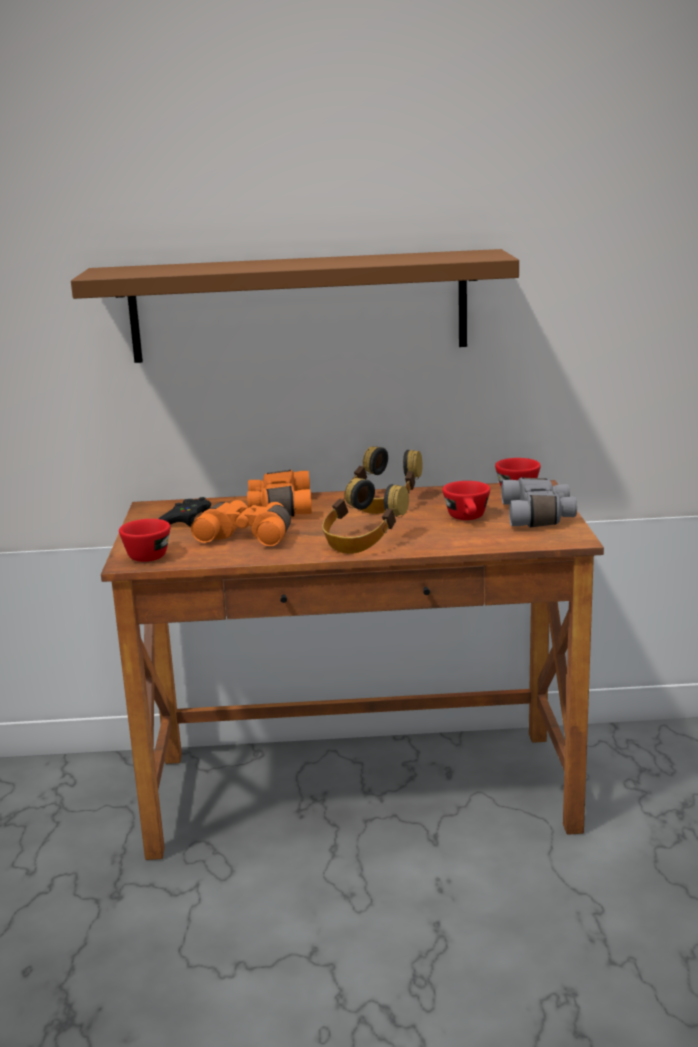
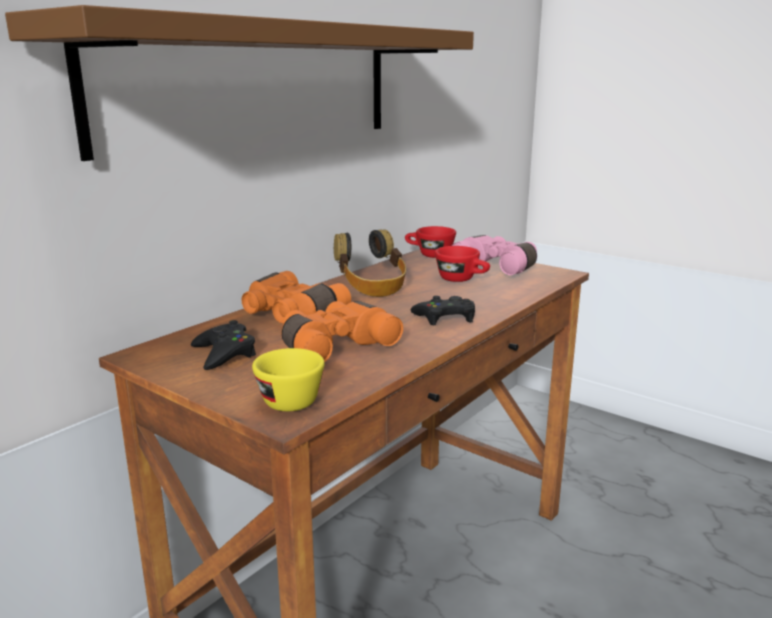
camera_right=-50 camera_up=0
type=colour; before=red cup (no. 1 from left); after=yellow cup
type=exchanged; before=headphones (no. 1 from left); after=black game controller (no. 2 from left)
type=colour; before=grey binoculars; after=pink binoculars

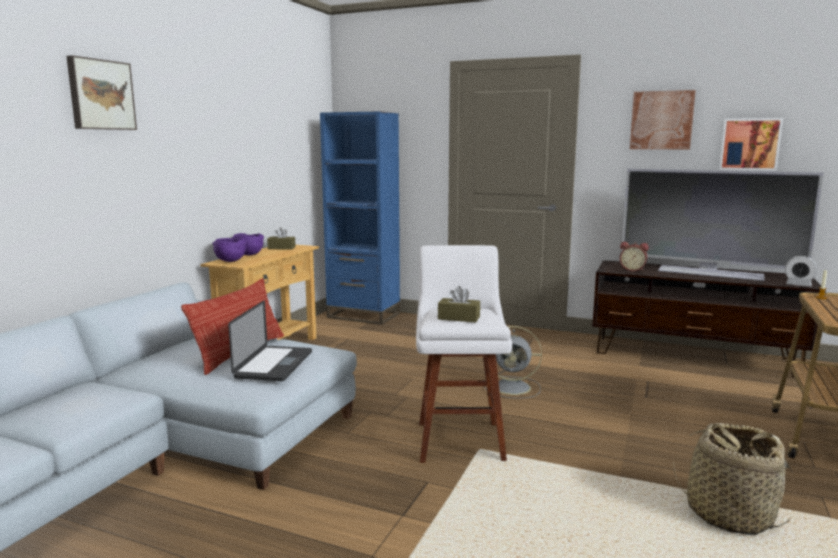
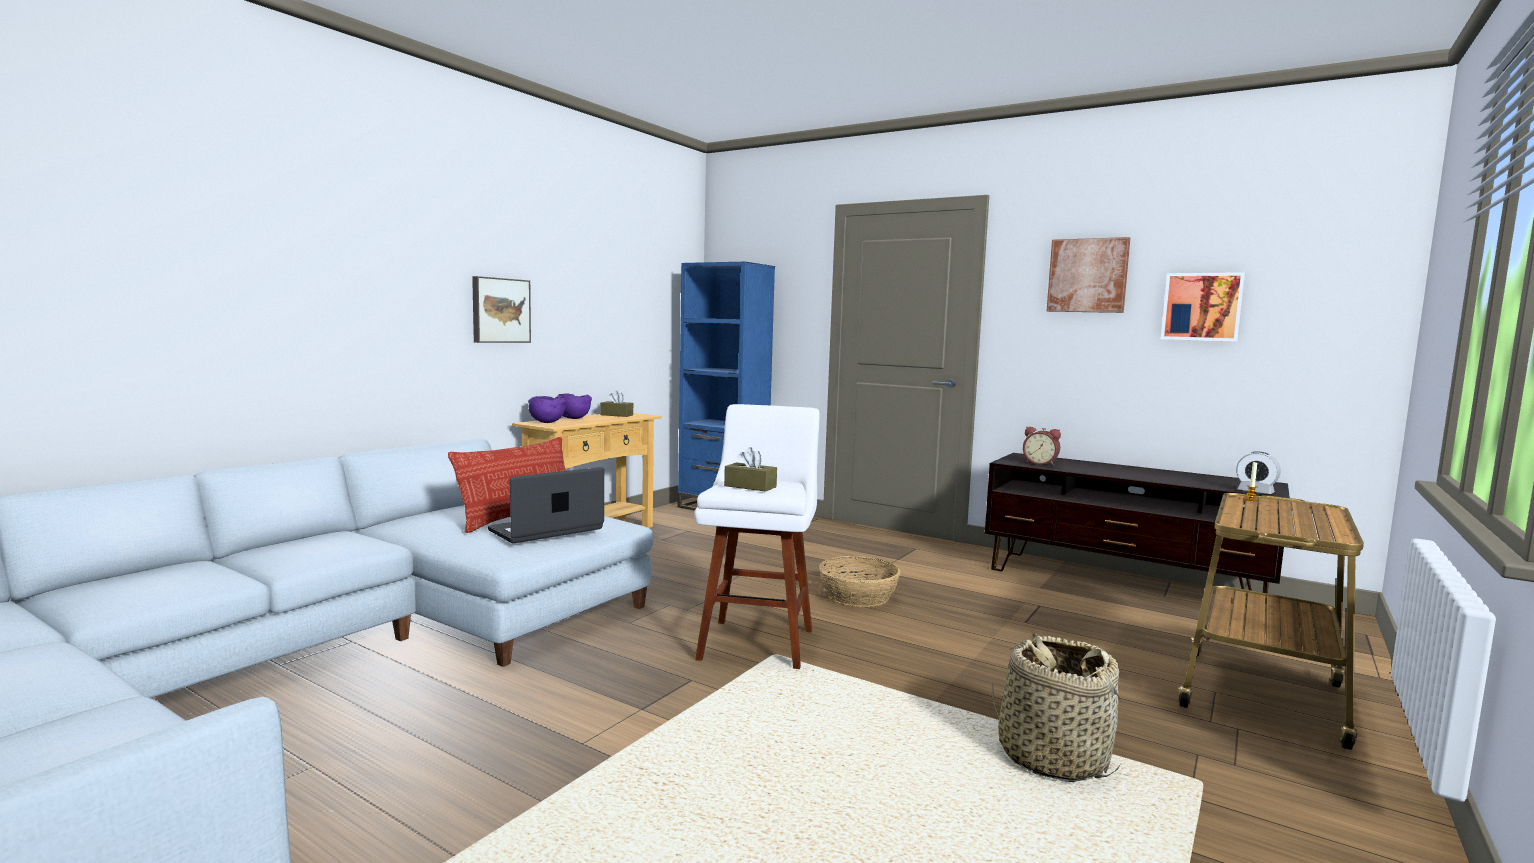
camera_right=10 camera_up=-5
type=relocated; before=picture (no. 1 from left)
type=spun; before=laptop; turn=-150
type=exchanged; before=grey fan; after=basket (no. 1 from left)
type=missing; before=television

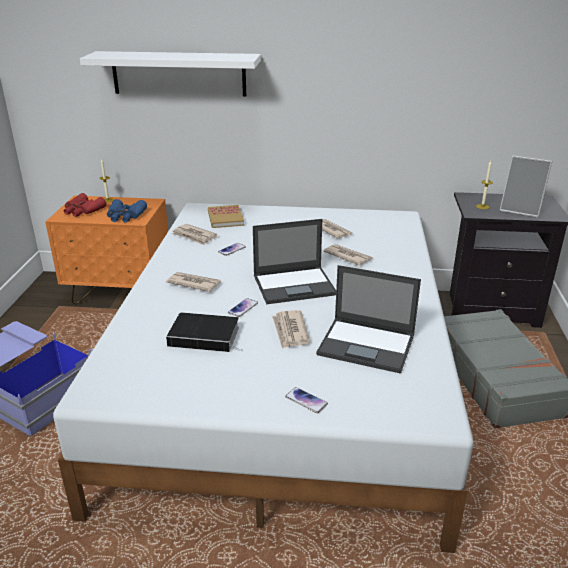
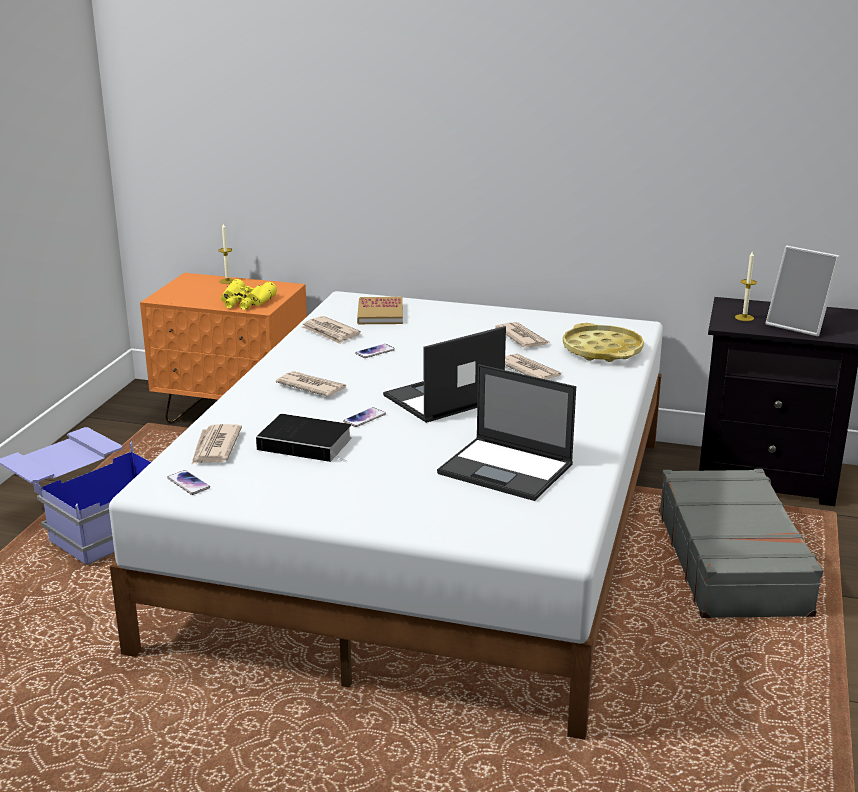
camera_right=10 camera_up=-5
type=relocated; before=phone (no. 3 from left in the first image); after=phone (no. 1 from left)
type=relocated; before=newspaper (no. 3 from left in the first image); after=newspaper (no. 1 from left)
type=colour; before=blue binoculars; after=yellow binoculars
type=spun; before=laptop (no. 1 from left); turn=150
type=appeared; after=yellow tray
type=missing; before=red binoculars
type=missing; before=white shelf

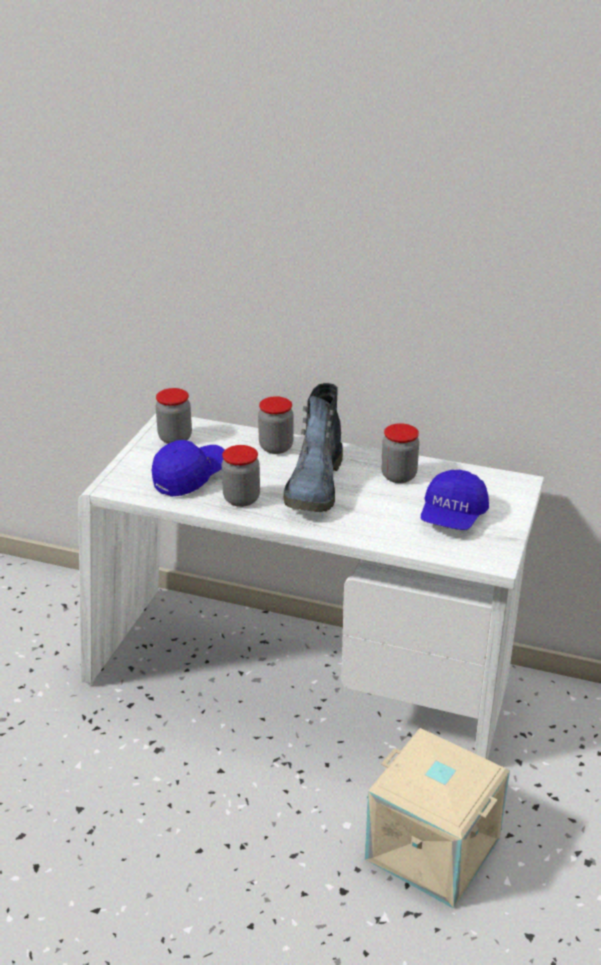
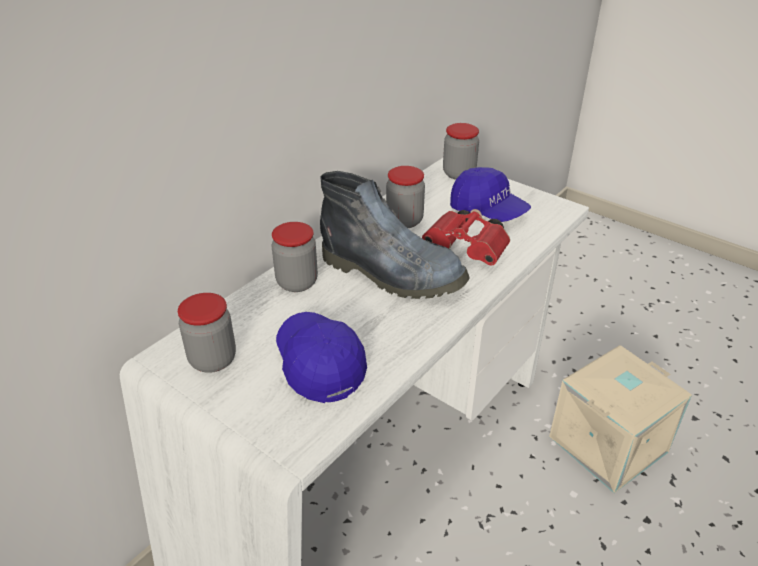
camera_right=-70 camera_up=5
type=appeared; after=red binoculars
type=relocated; before=jar (no. 2 from left in the first image); after=jar (no. 4 from left)

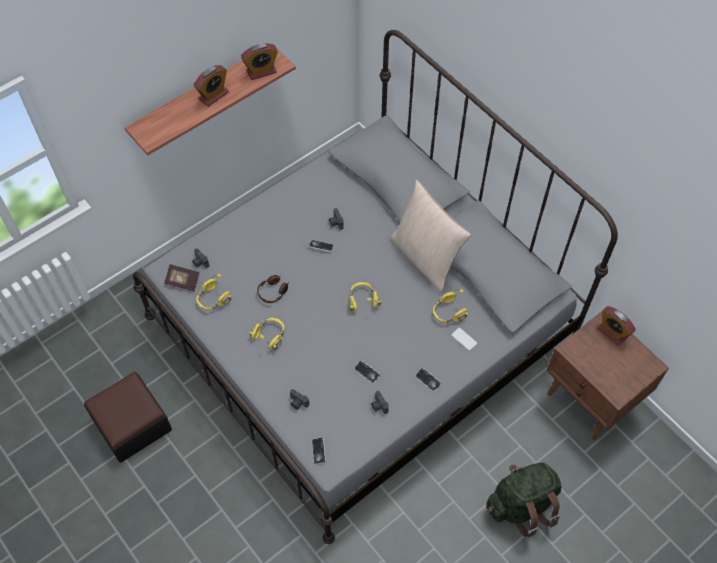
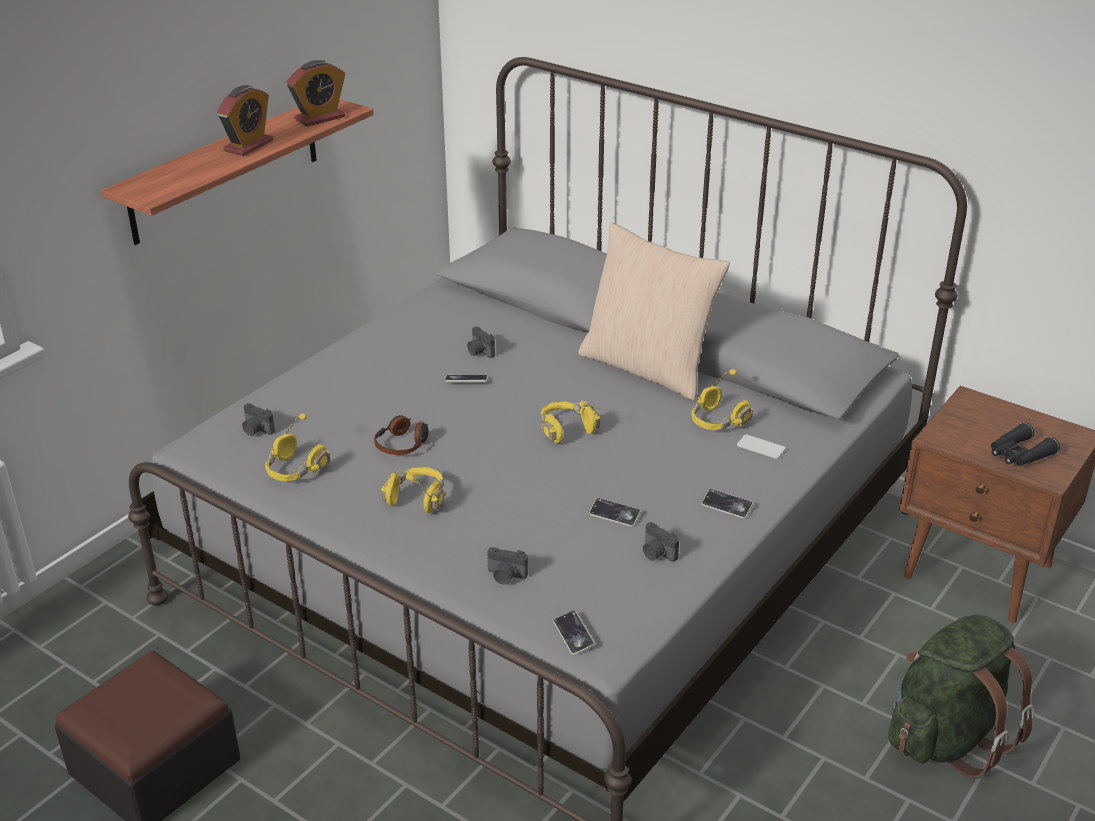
camera_right=-15 camera_up=-25
type=appeared; after=black binoculars
type=missing; before=book
type=missing; before=alarm clock (no. 3 from left)

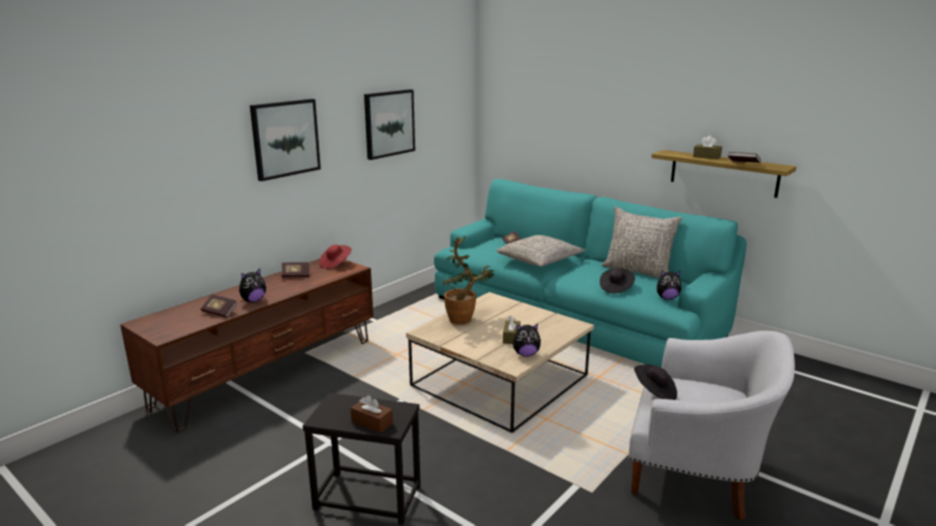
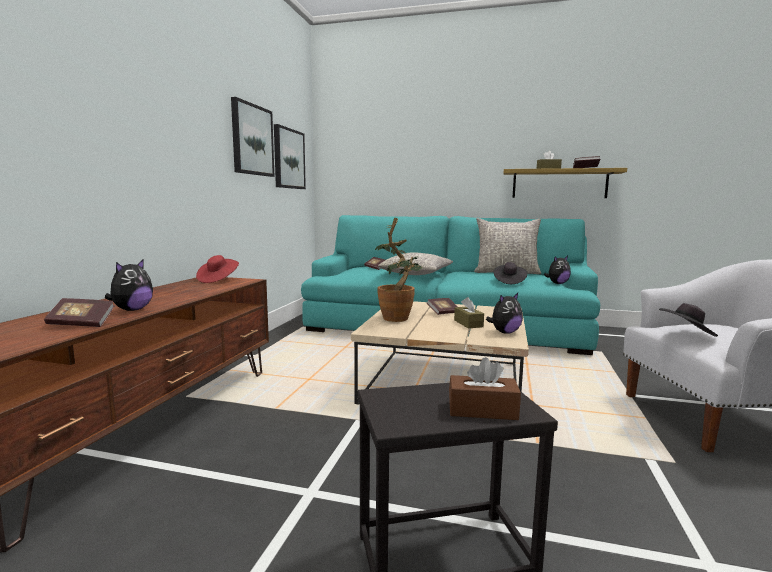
camera_right=-25 camera_up=-10
type=relocated; before=picture (no. 1 from left in the first image); after=picture (no. 2 from left)
type=relocated; before=book (no. 2 from left in the first image); after=book (no. 3 from left)

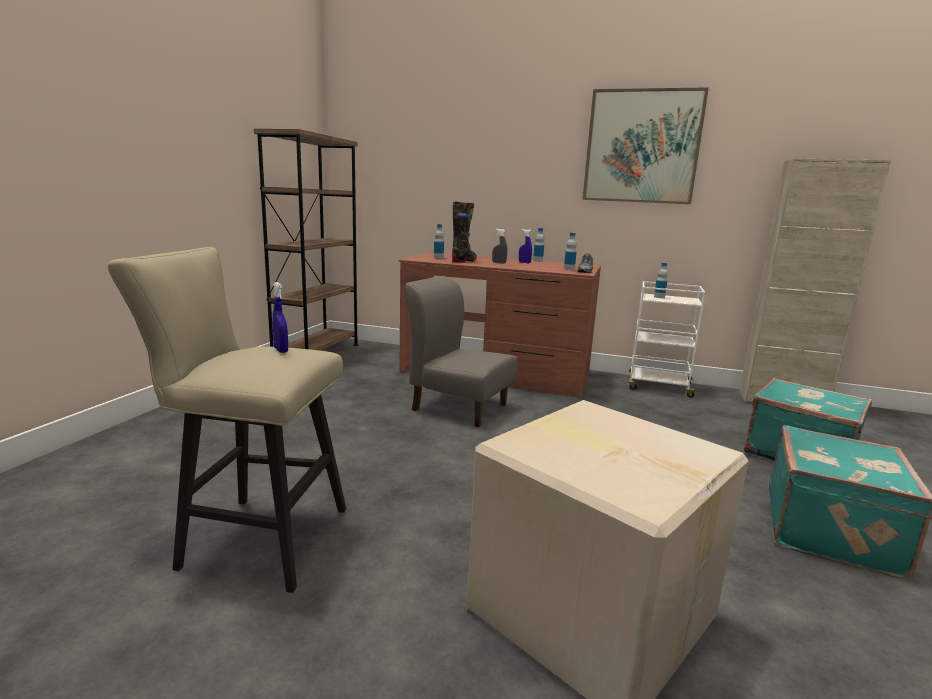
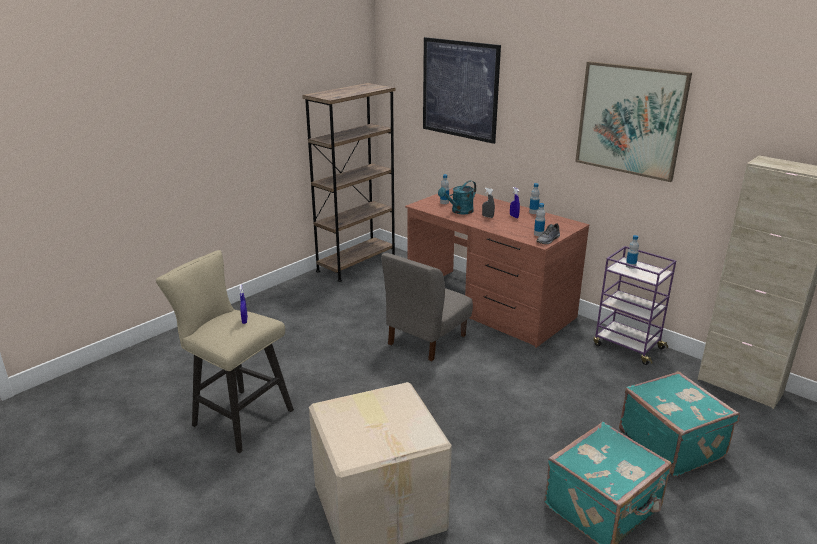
camera_right=25 camera_up=10
type=spun; before=grey chair; turn=-105
type=appeared; after=picture (no. 1 from left)
type=exchanged; before=black boot; after=turquoise watering can
type=colour; before=white cart; after=purple cart

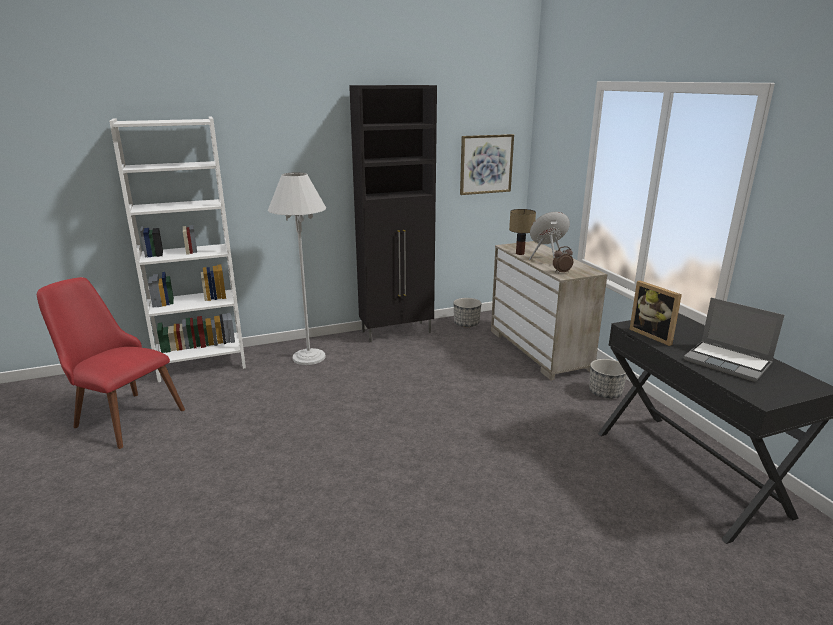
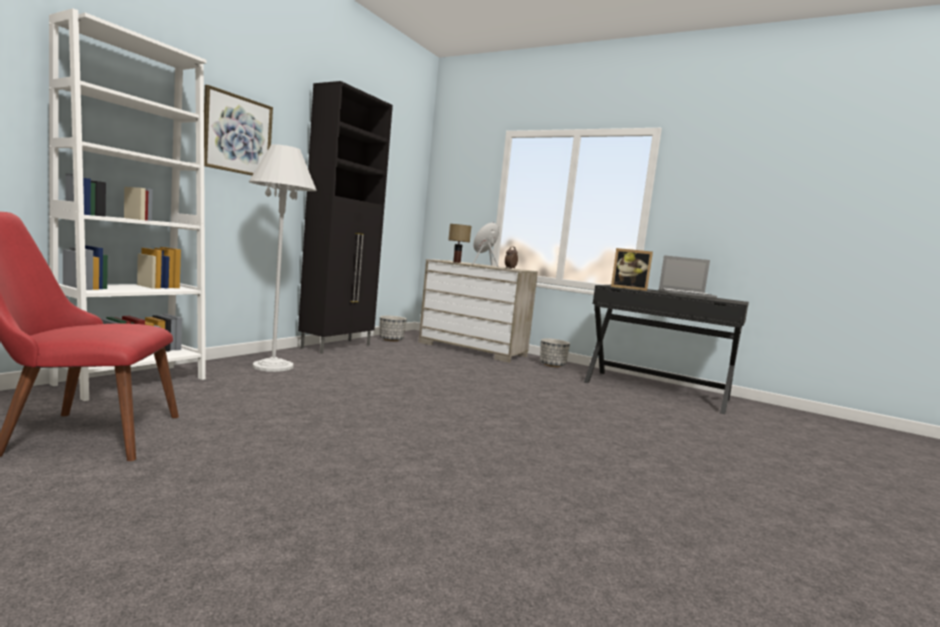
camera_right=-40 camera_up=-15
type=relocated; before=picture

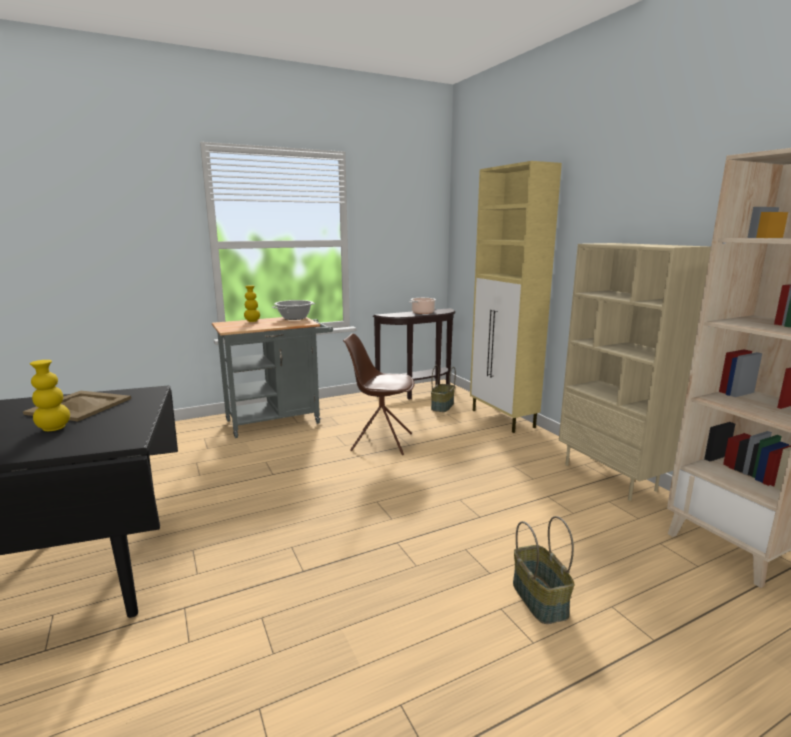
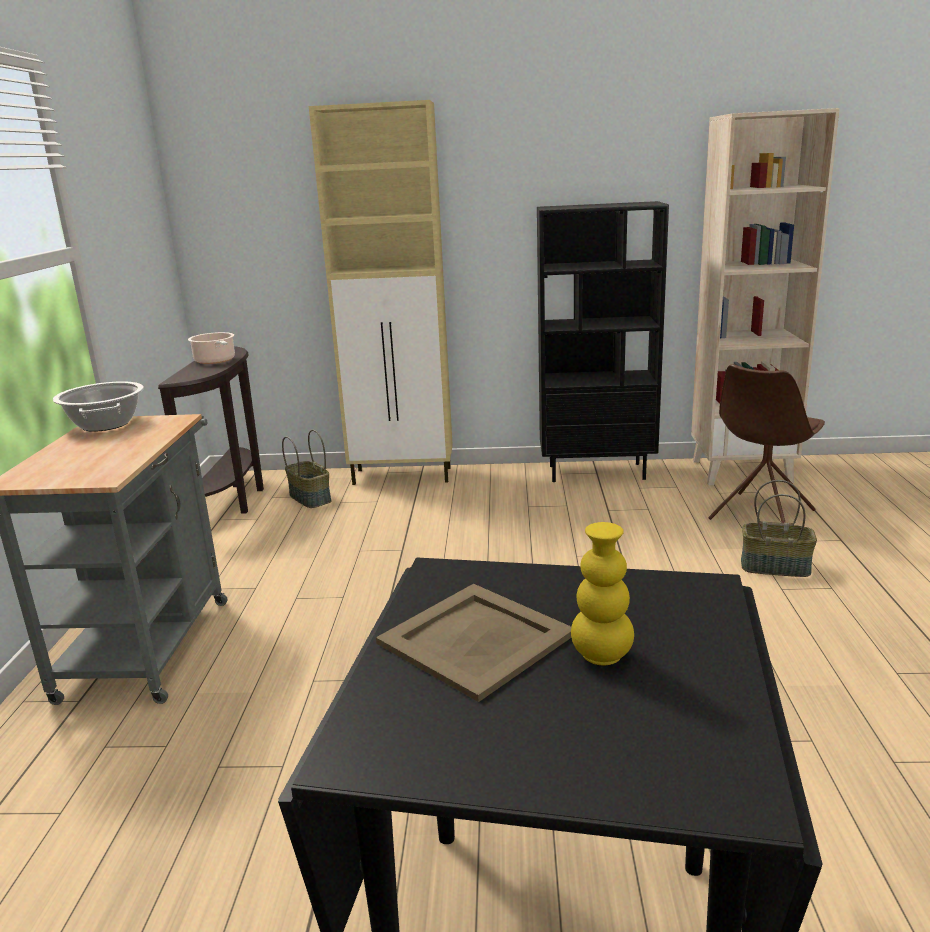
camera_right=-60 camera_up=5
type=colour; before=beige bookcase (no. 1 from left); after=black bookcase
type=relocated; before=brown chair
type=missing; before=yellow vase (no. 2 from left)

